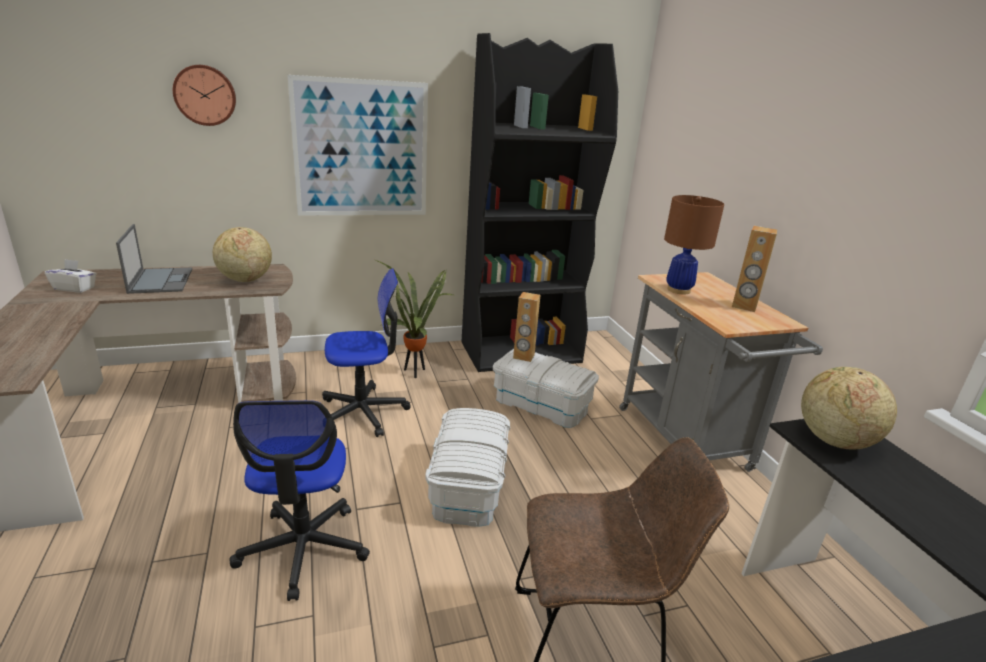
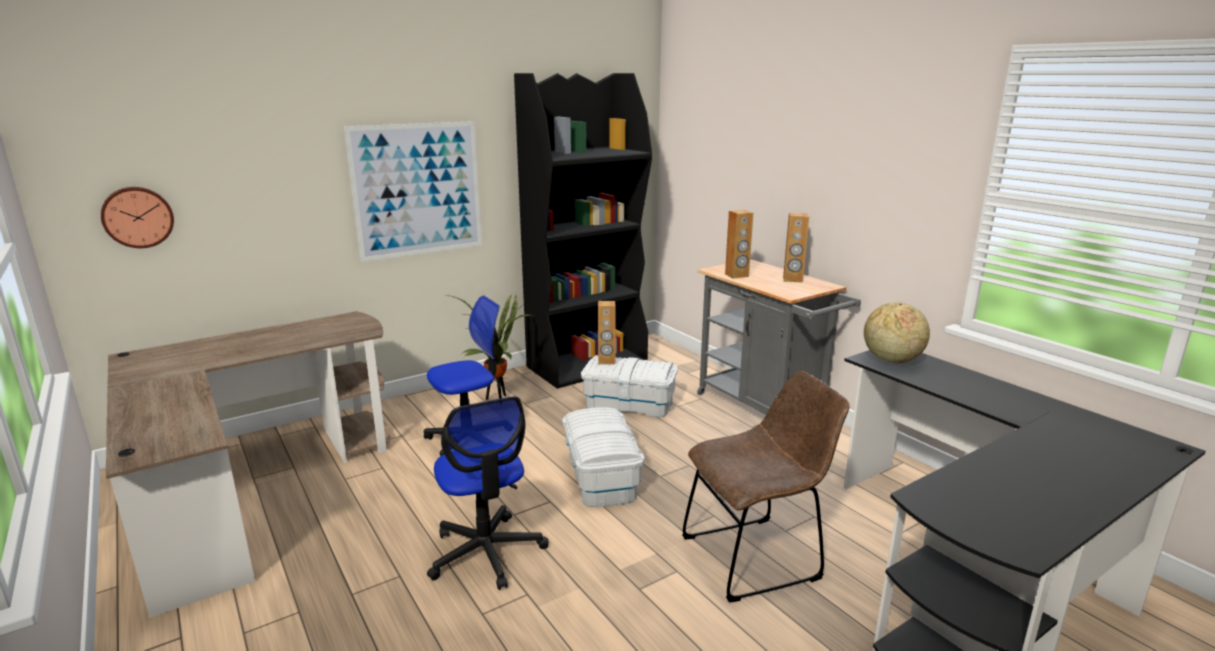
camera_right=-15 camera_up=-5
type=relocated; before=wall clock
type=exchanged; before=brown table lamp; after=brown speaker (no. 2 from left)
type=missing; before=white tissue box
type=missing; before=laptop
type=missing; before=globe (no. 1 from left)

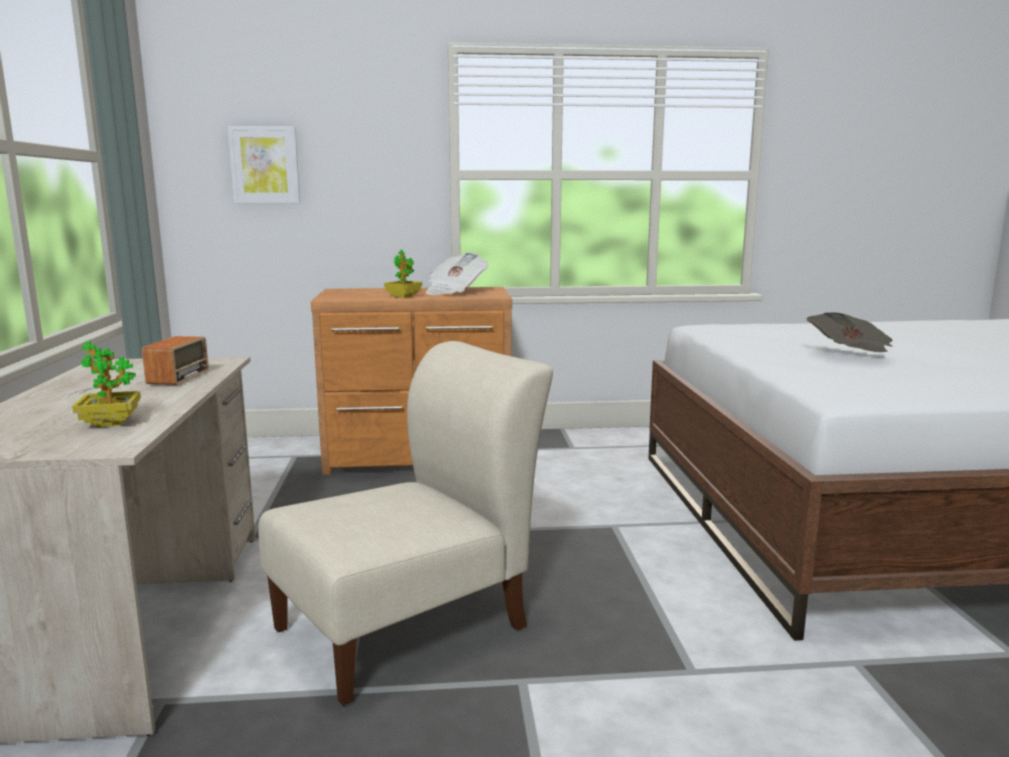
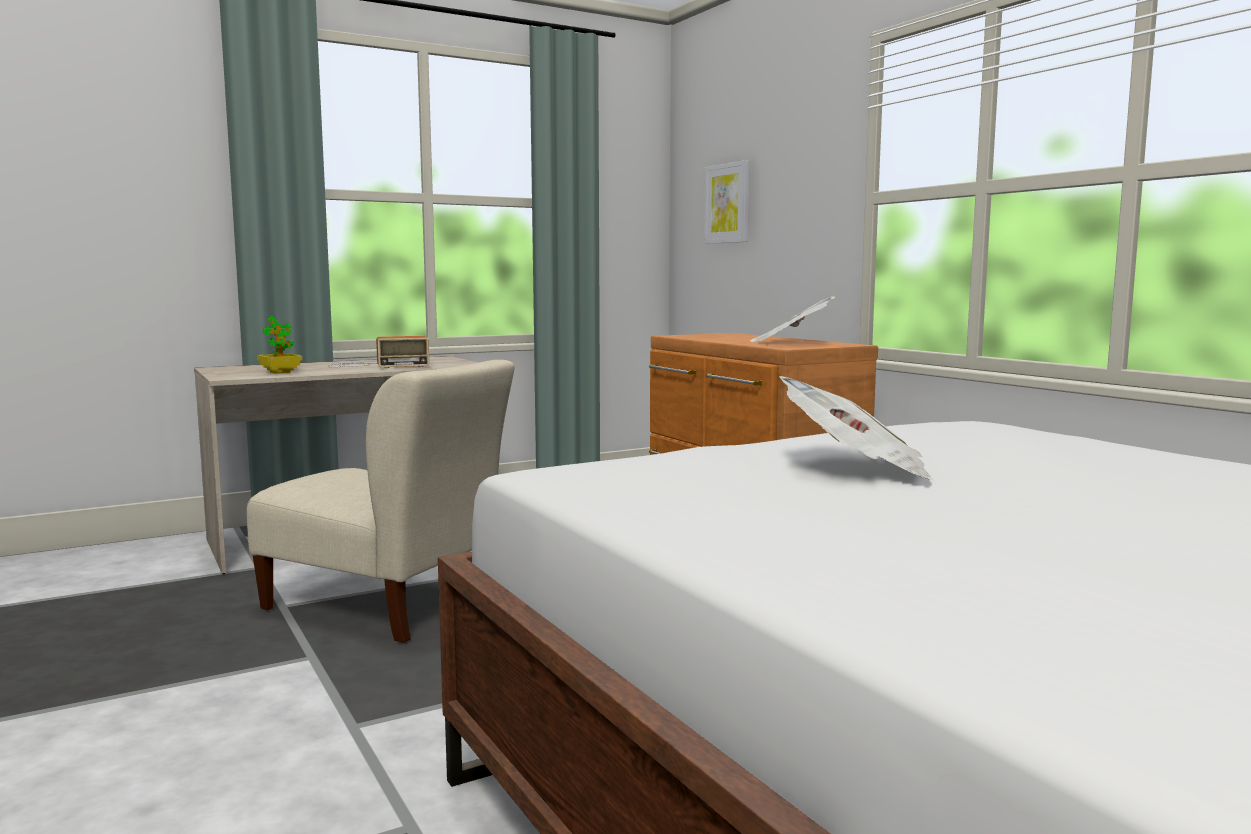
camera_right=65 camera_up=-5
type=missing; before=potted plant (no. 2 from left)

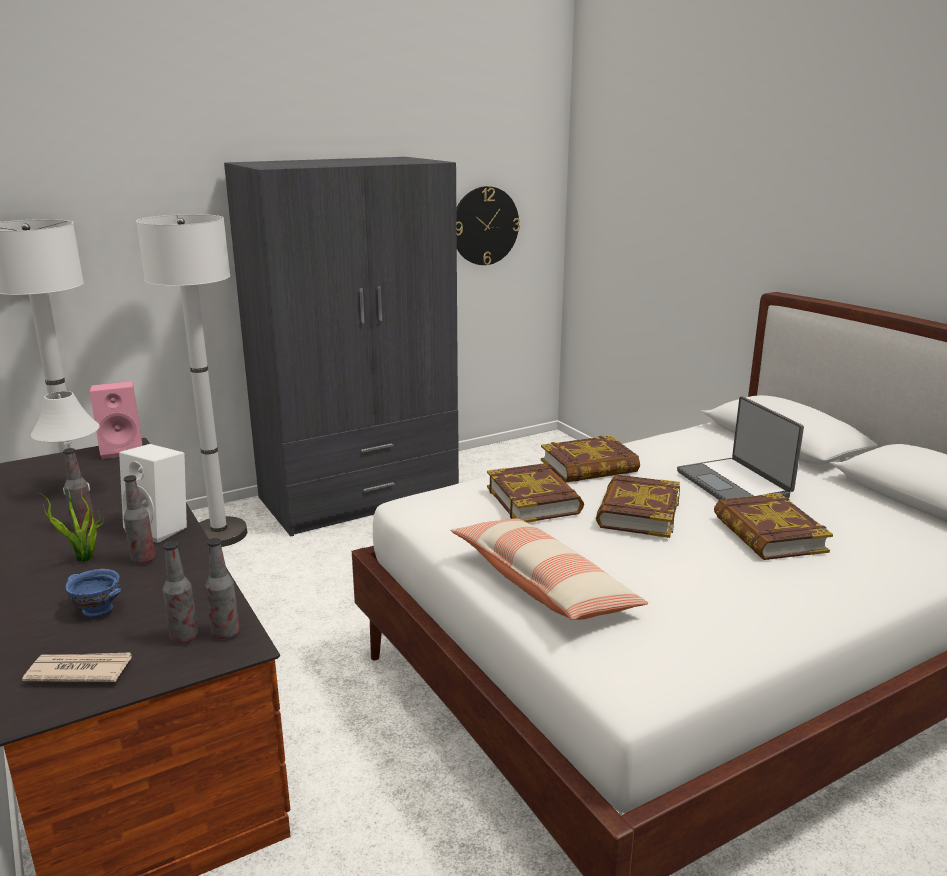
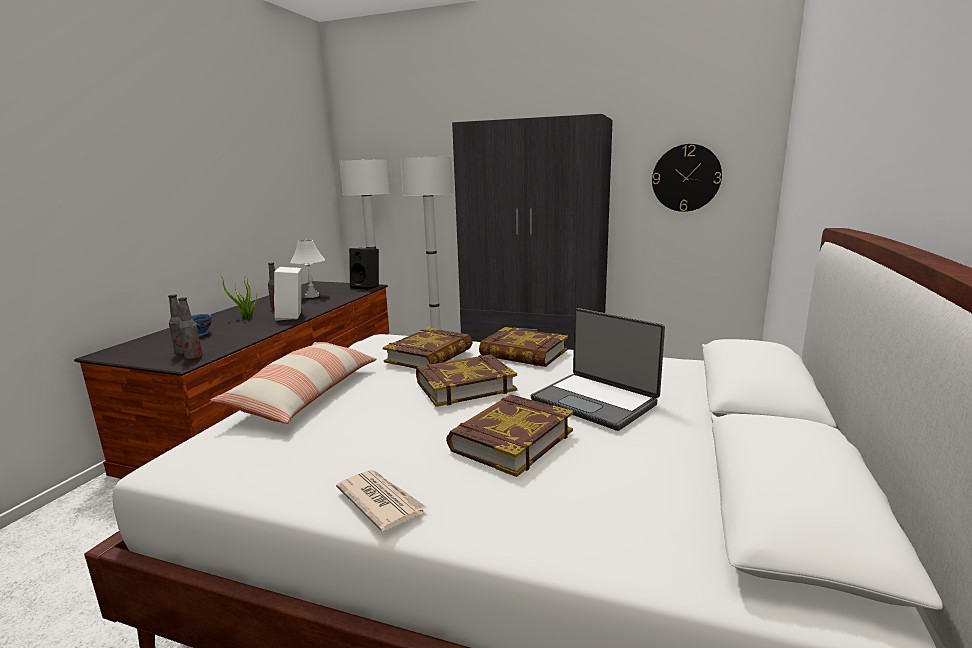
camera_right=50 camera_up=-5
type=relocated; before=newspaper
type=colour; before=pink speaker; after=black speaker
type=spun; before=laptop; turn=-75
type=missing; before=bottle (no. 2 from left)

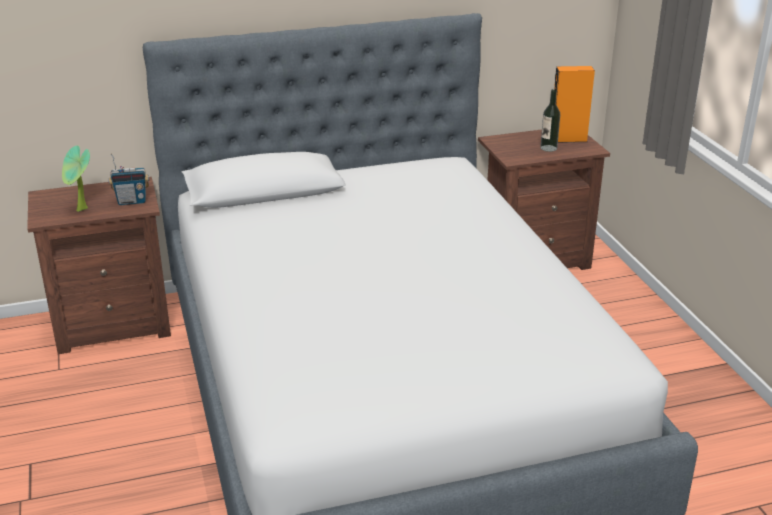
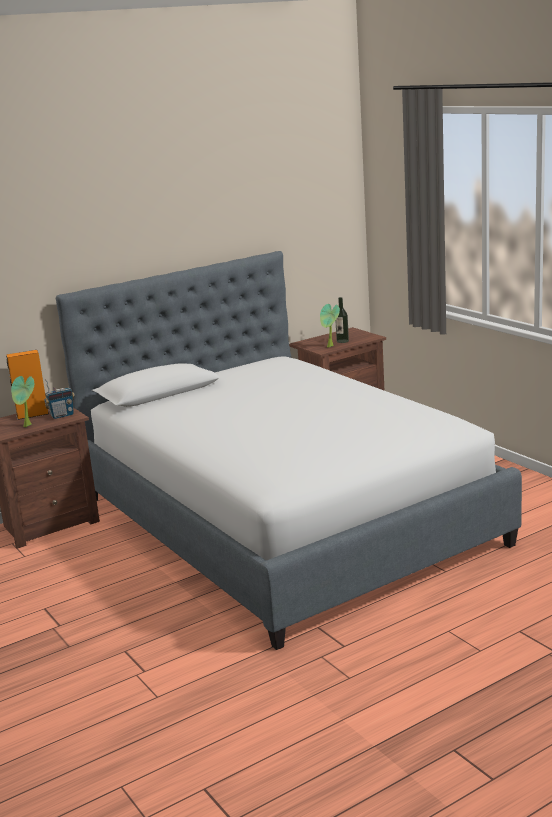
camera_right=-15 camera_up=-10
type=relocated; before=orange speaker
type=appeared; after=potted plant (no. 2 from left)

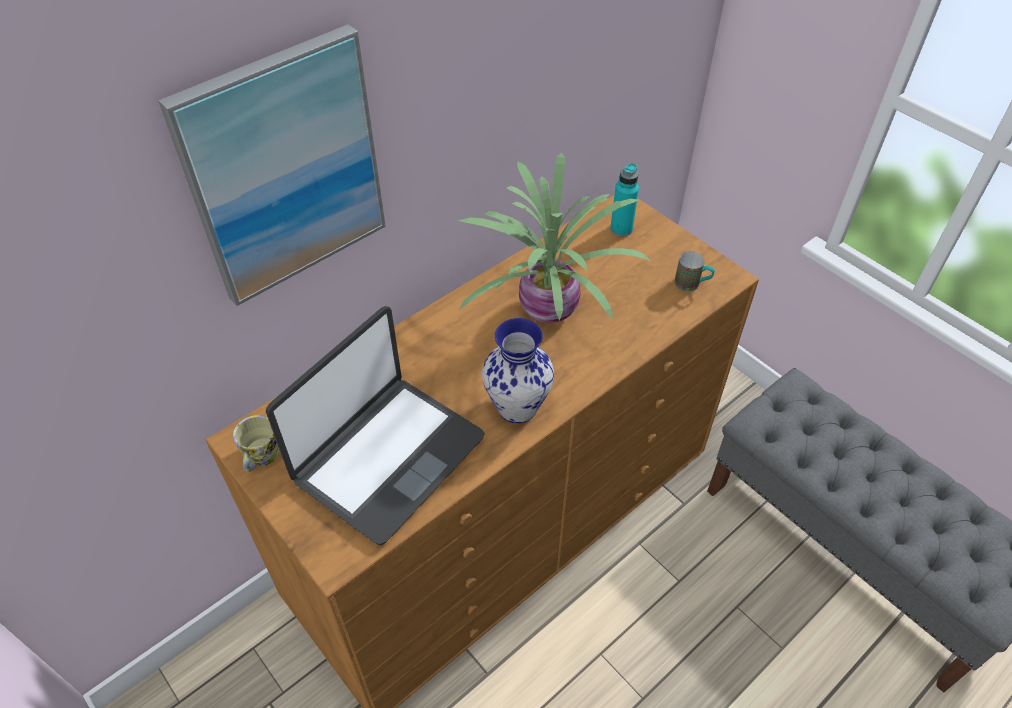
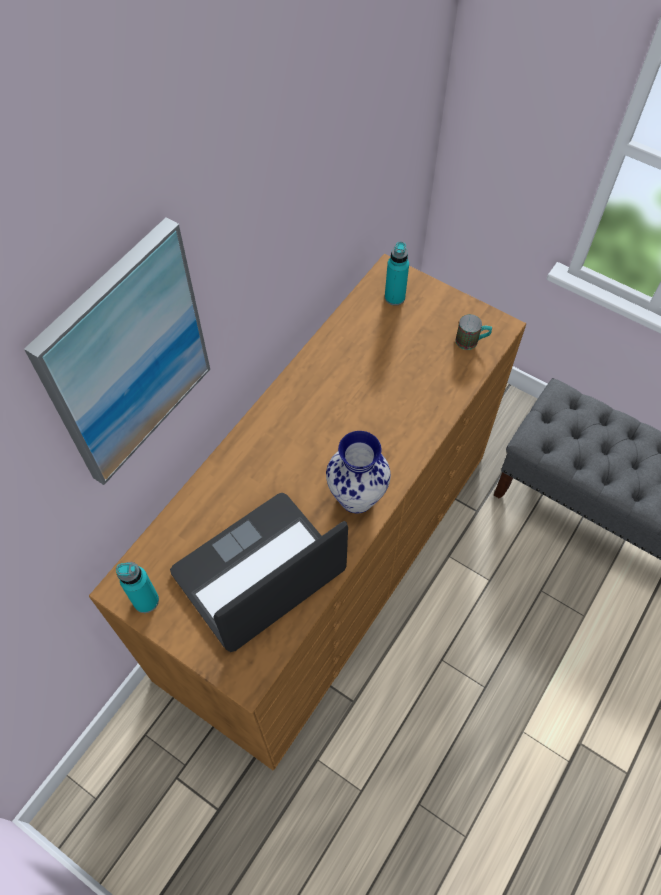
camera_right=-15 camera_up=10
type=exchanged; before=mug (no. 1 from left); after=turquoise bottle (no. 1 from left)
type=spun; before=laptop; turn=-150
type=missing; before=potted plant

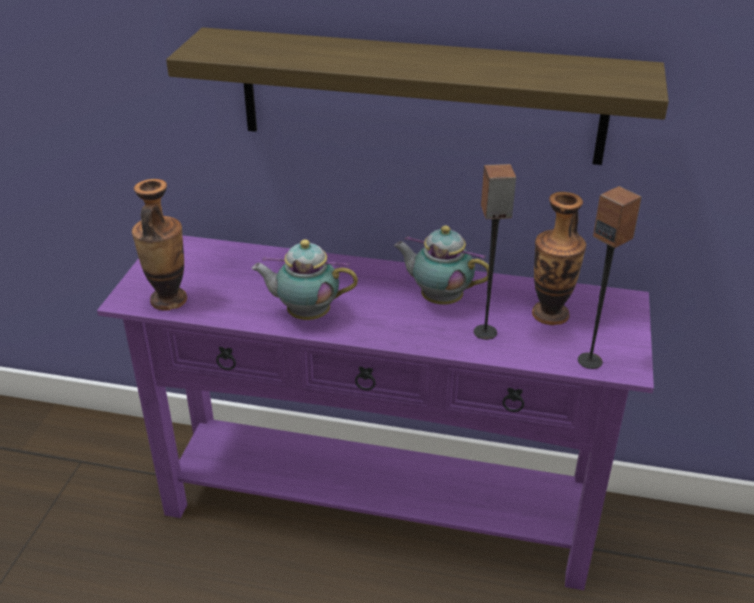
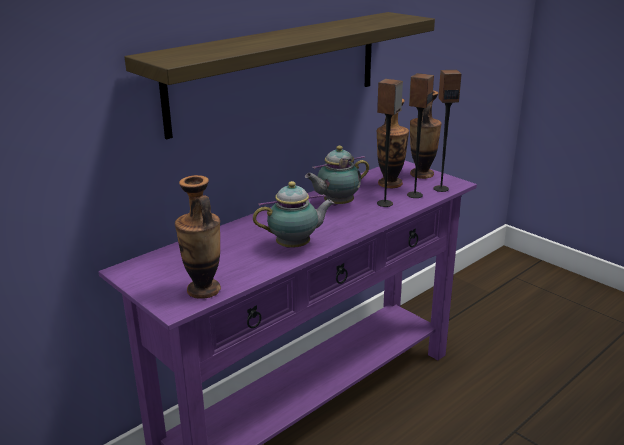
camera_right=-55 camera_up=-10
type=spun; before=teapot (no. 1 from left); turn=-150
type=appeared; after=speaker (no. 2 from left)
type=appeared; after=vase (no. 3 from left)

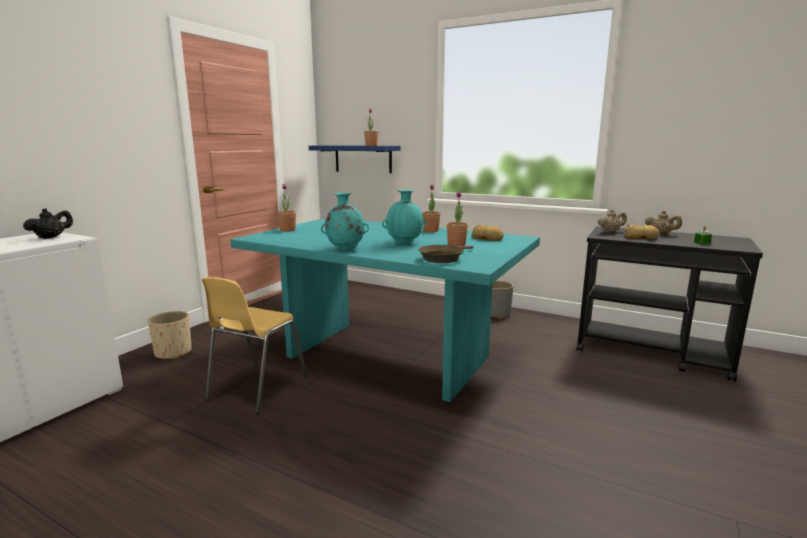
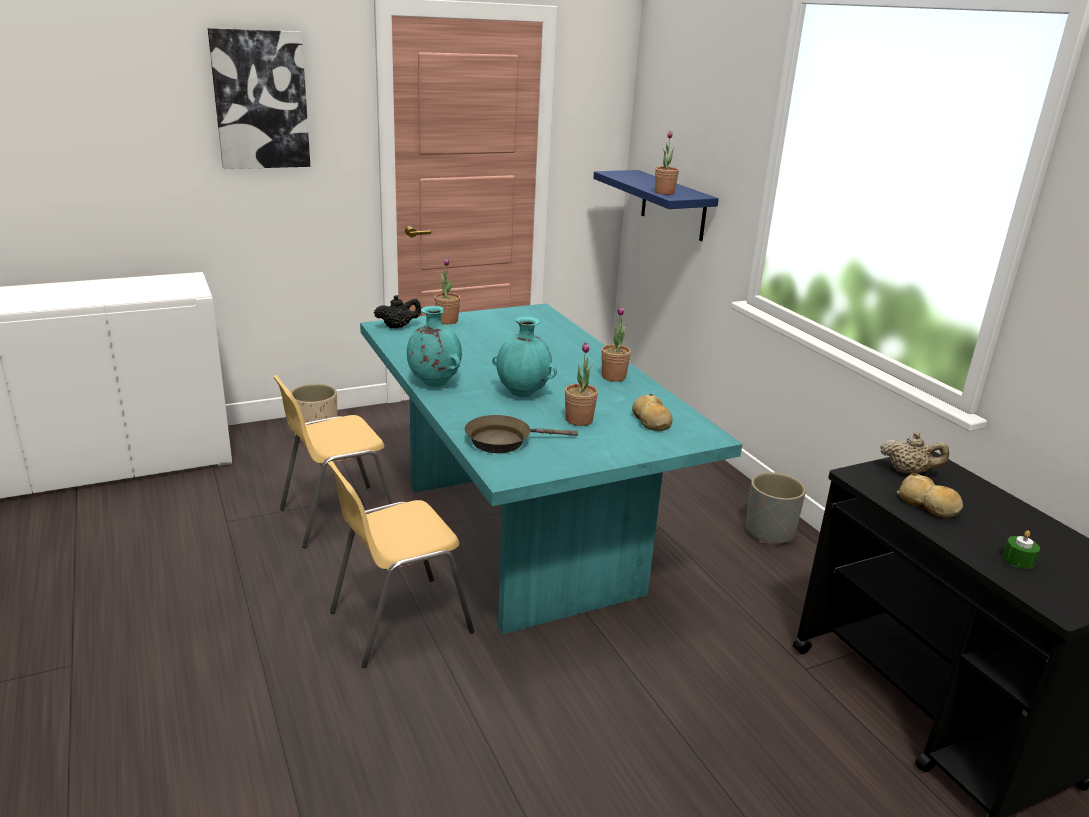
camera_right=35 camera_up=10
type=appeared; after=picture
type=appeared; after=yellow chair (no. 2 from left)
type=relocated; before=black teapot
type=missing; before=beige teapot (no. 2 from left)

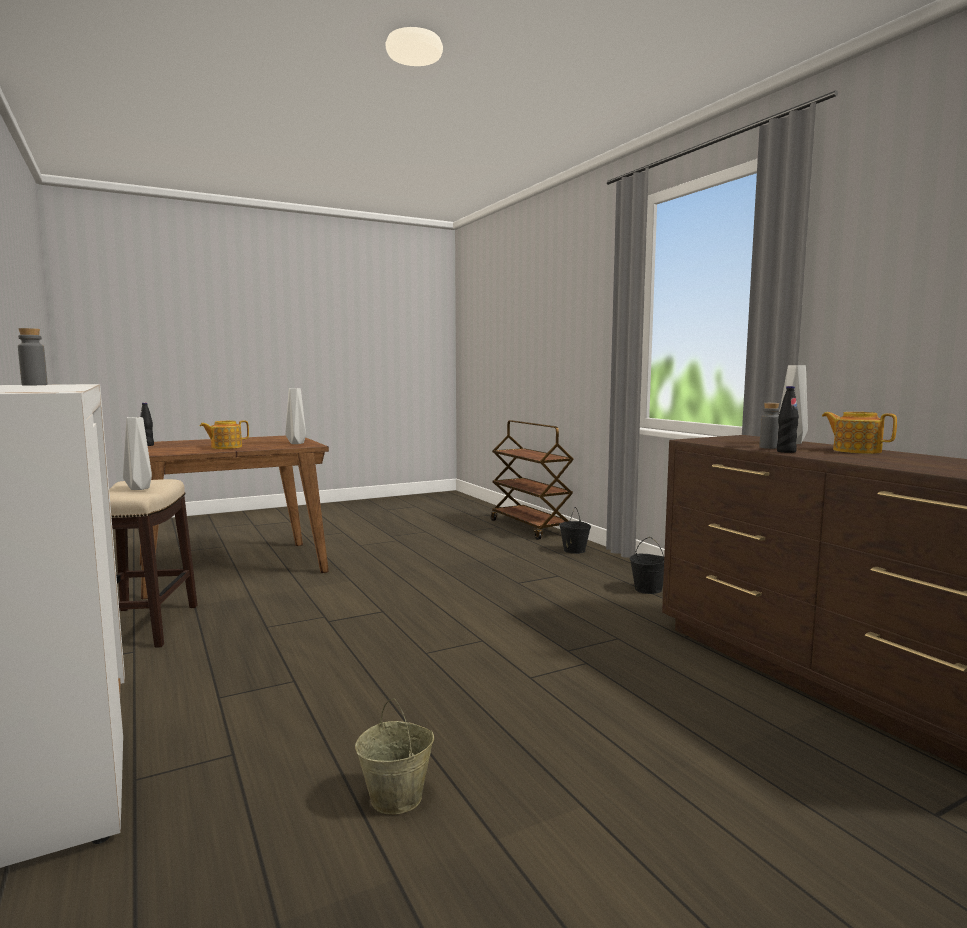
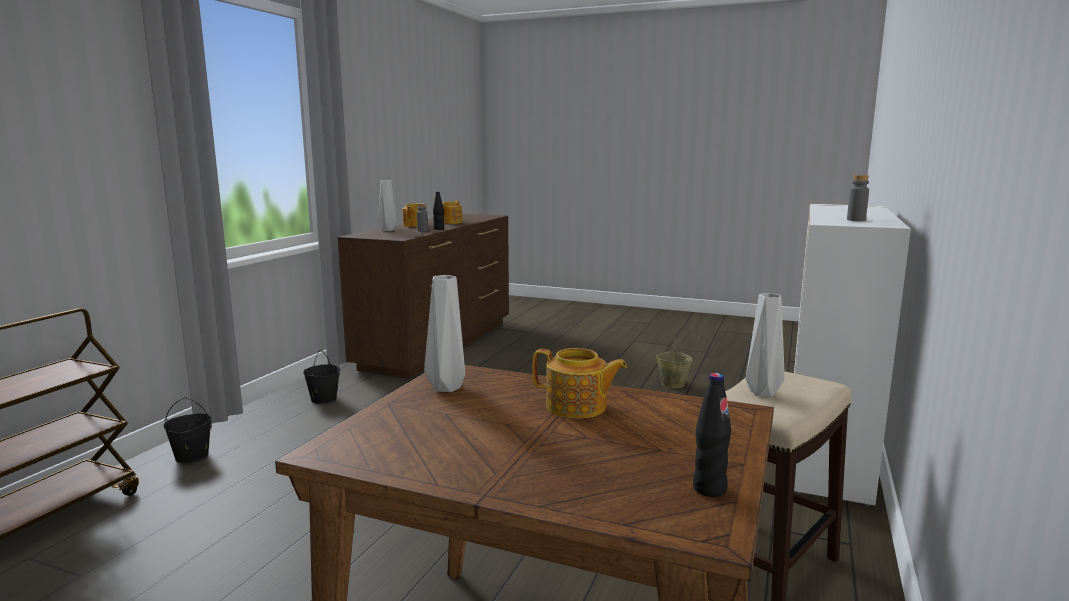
camera_right=-130 camera_up=5
type=appeared; after=teapot (no. 2 from left)

